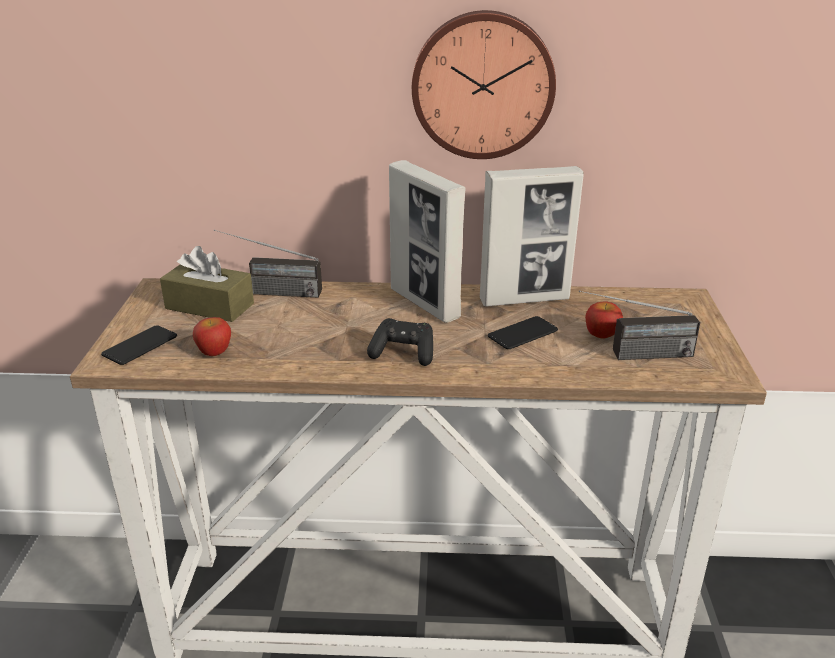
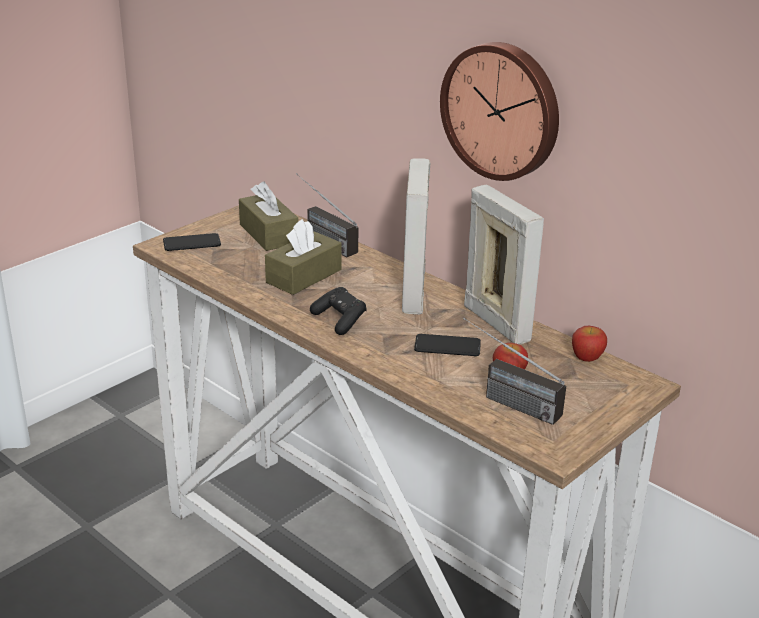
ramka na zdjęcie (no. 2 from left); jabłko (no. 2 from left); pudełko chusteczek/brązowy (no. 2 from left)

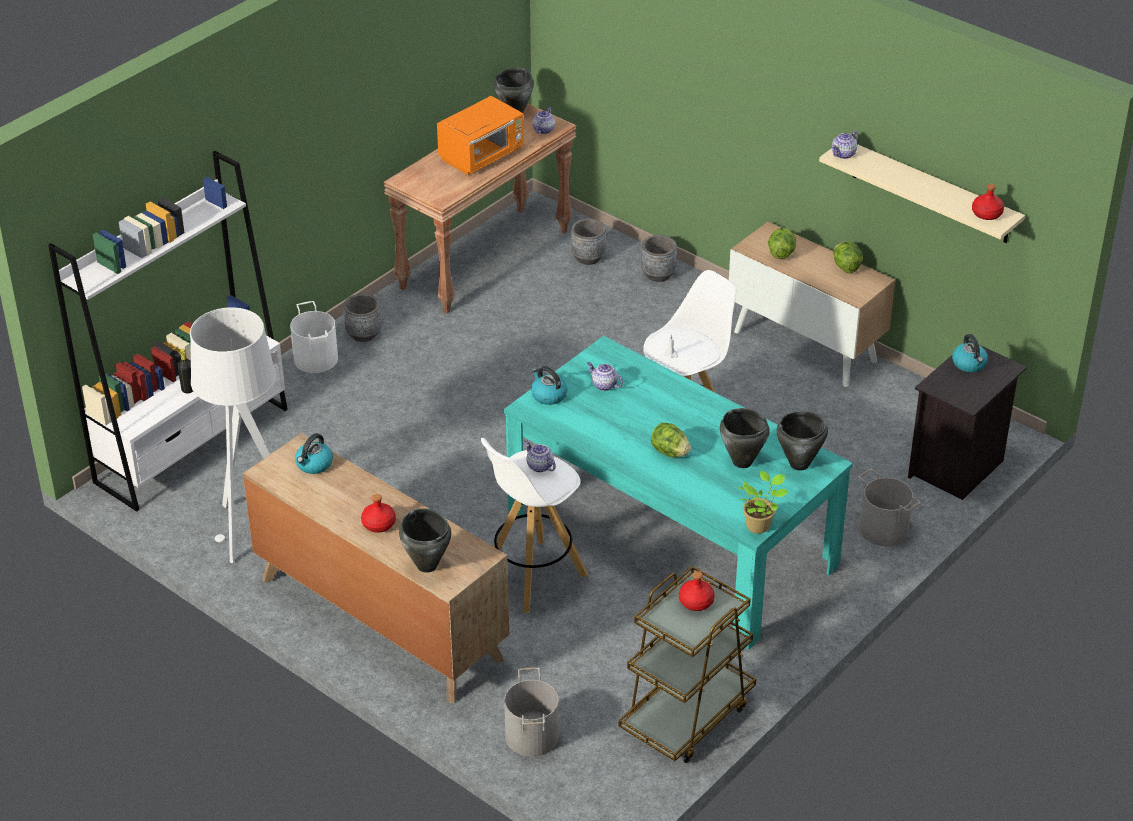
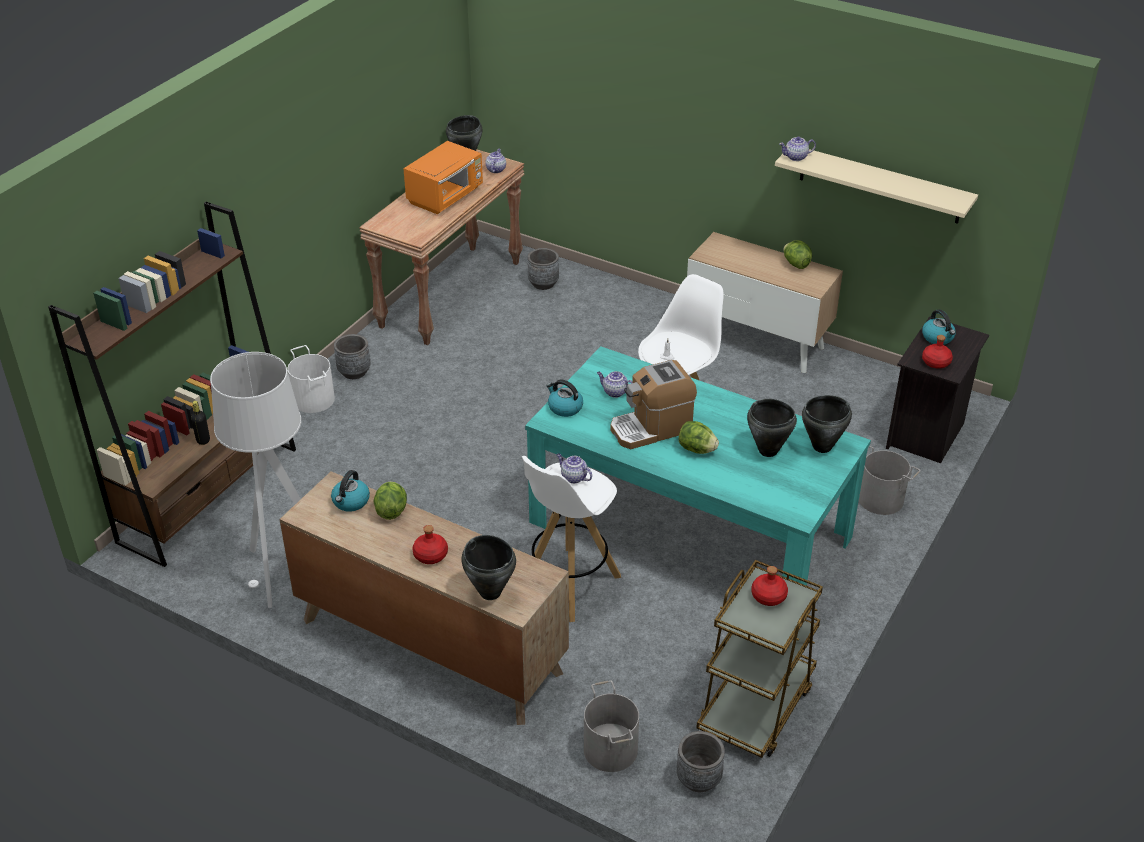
imbryk (no. 4 from left); regał/brązowy; butelka/czerwony (no. 3 from left); sałata (no. 1 from left); donica/szary (no. 3 from left); roślina doniczkowa; ekspres do kawy

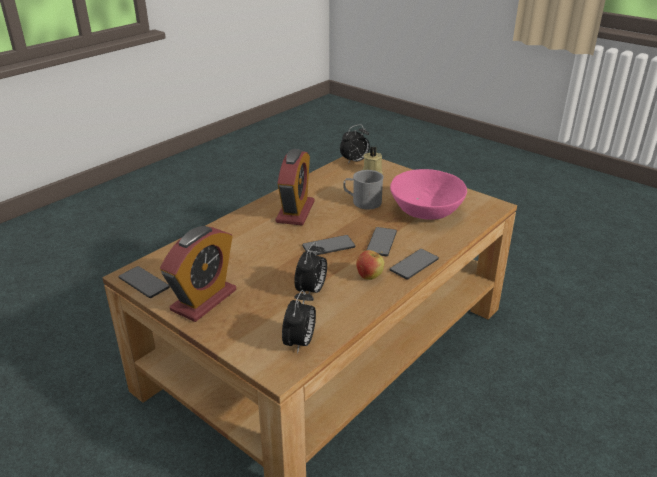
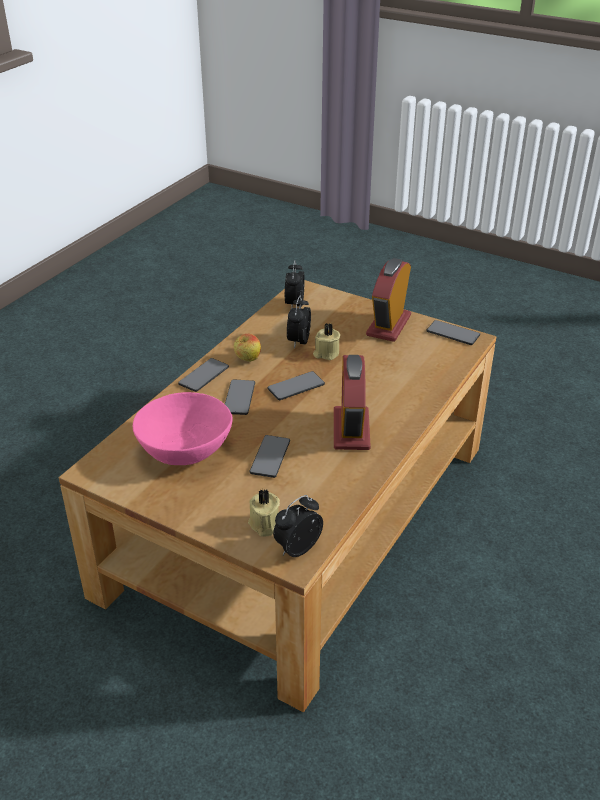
telefon (no. 3 from left); świeca/beżowy (no. 2 from left)

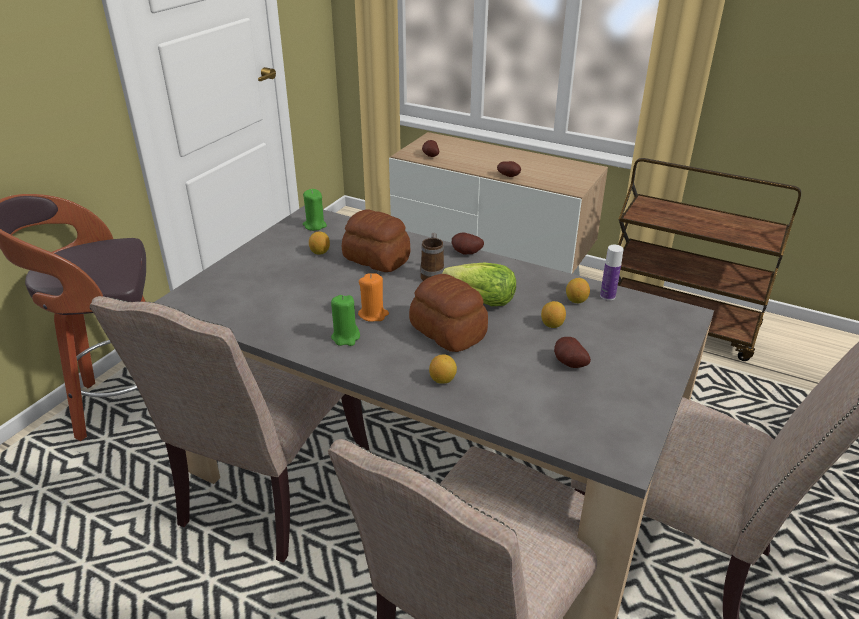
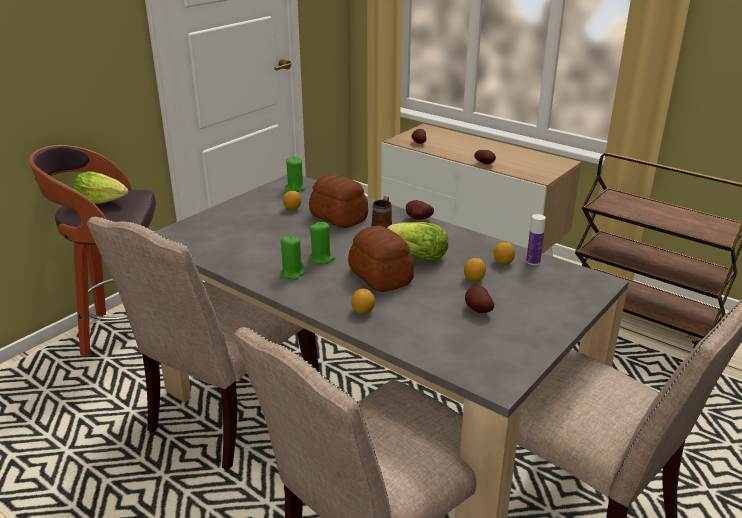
świeca/zielony (no. 3 from left); sałata (no. 1 from left)

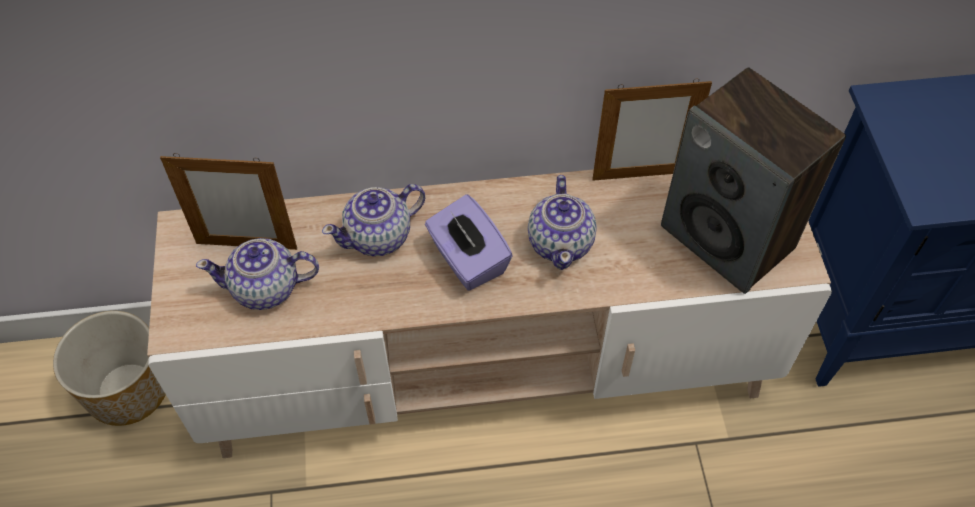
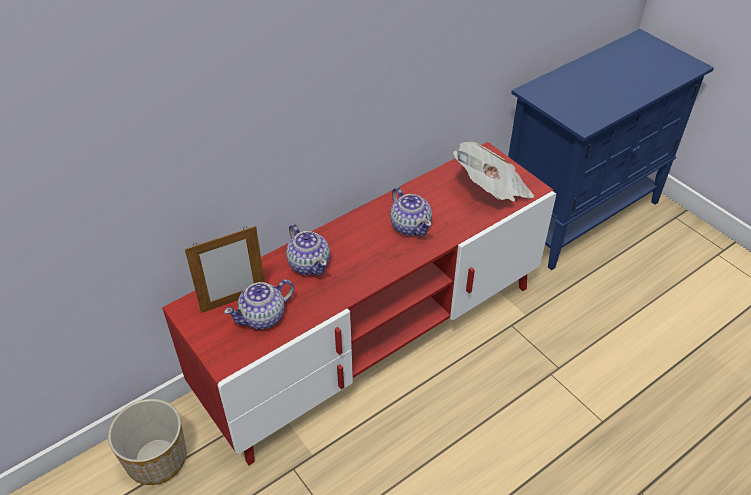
gazeta; ramka na zdjęcie (no. 2 from left in the first image); szafka pod telewizor/czerwony; imbryk (no. 2 from left); pudełko chusteczek/fioletowy

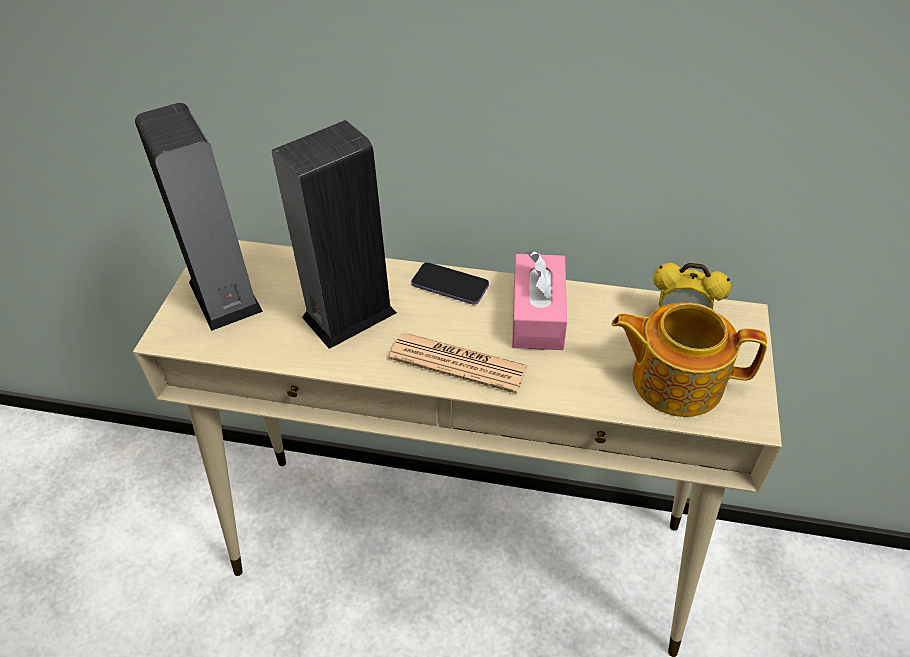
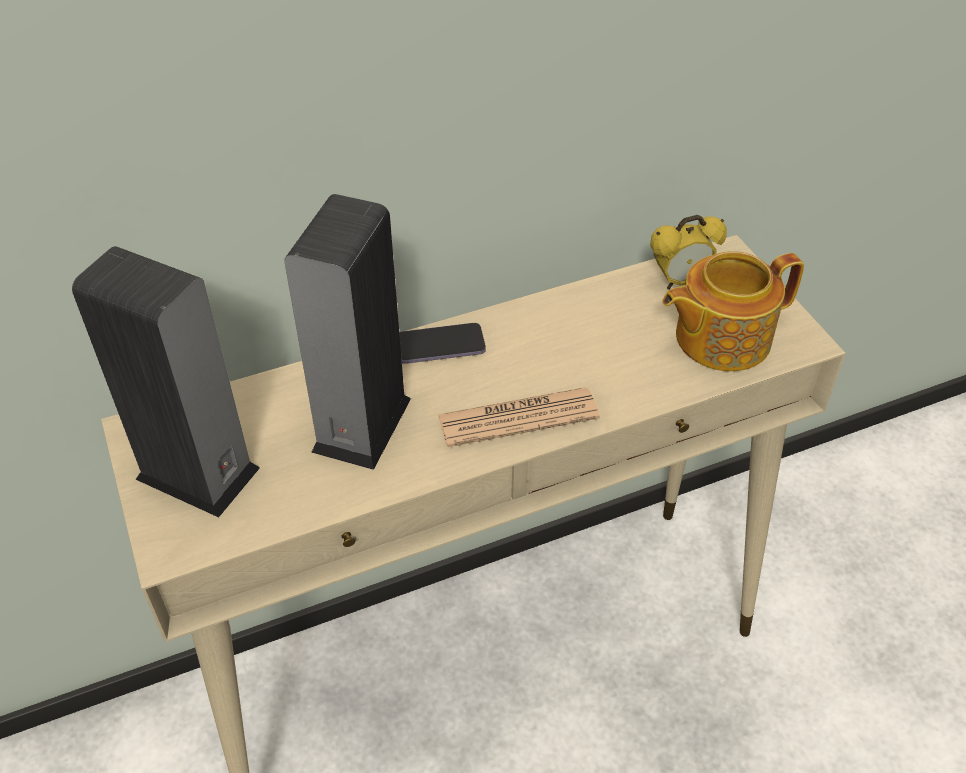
pudełko chusteczek/różowy

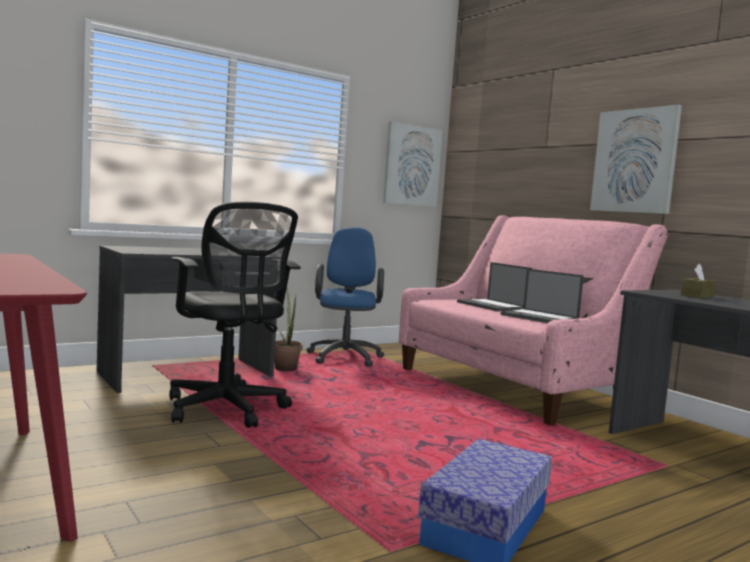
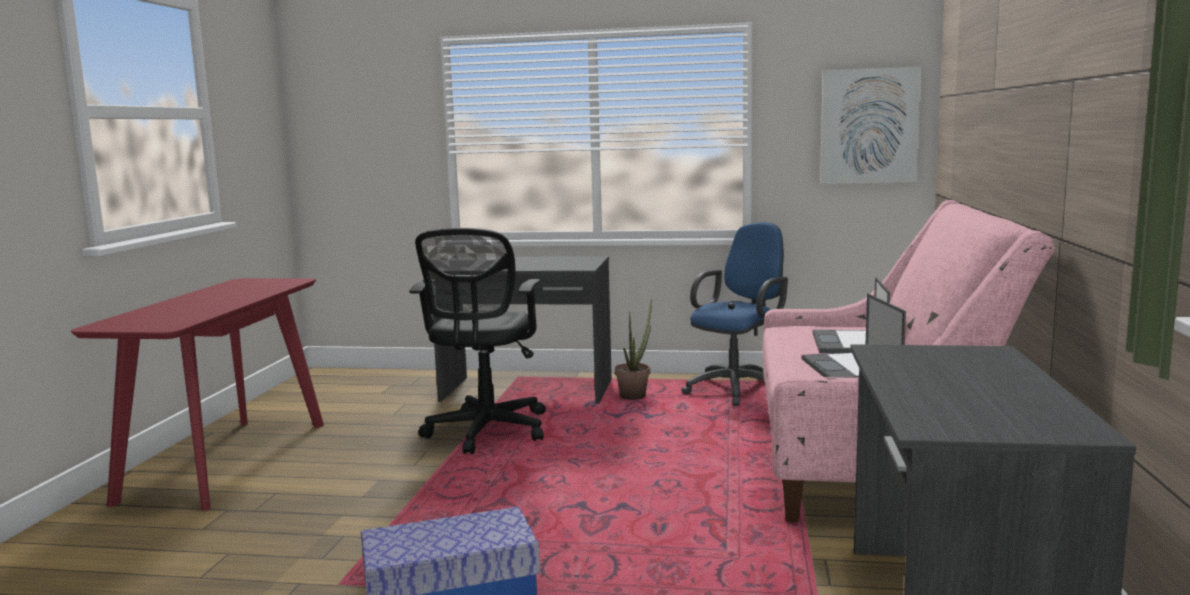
obraz (no. 2 from left in the first image); pudełko chusteczek/brązowy

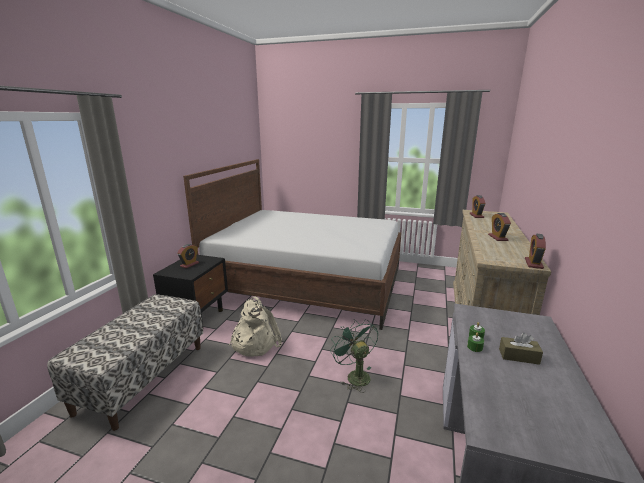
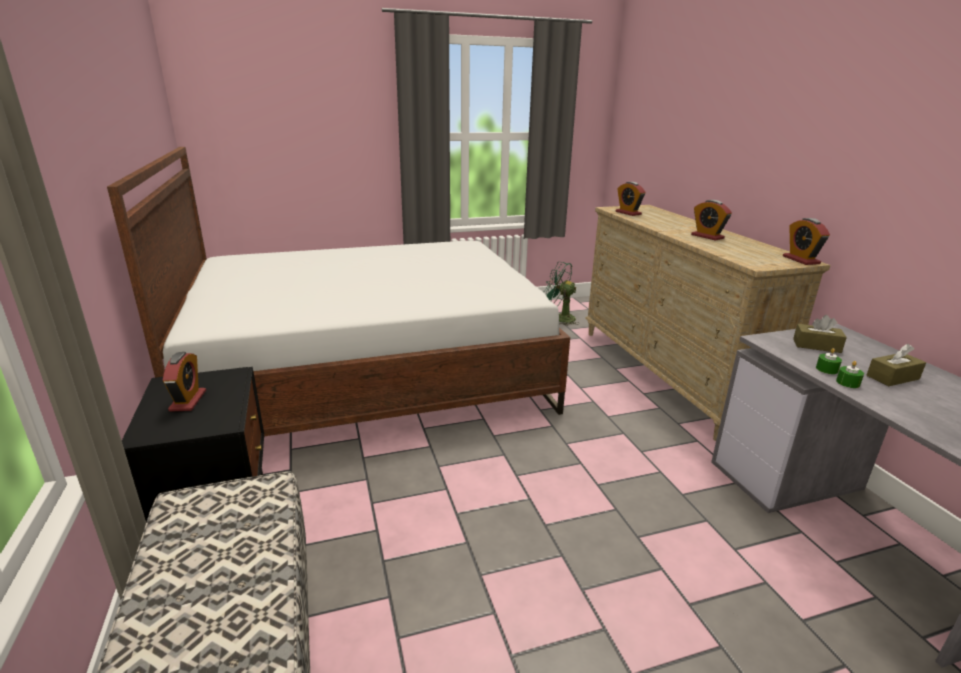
plecak/beżowy; wentylator/zielony; pudełko chusteczek/brązowy (no. 1 from left)

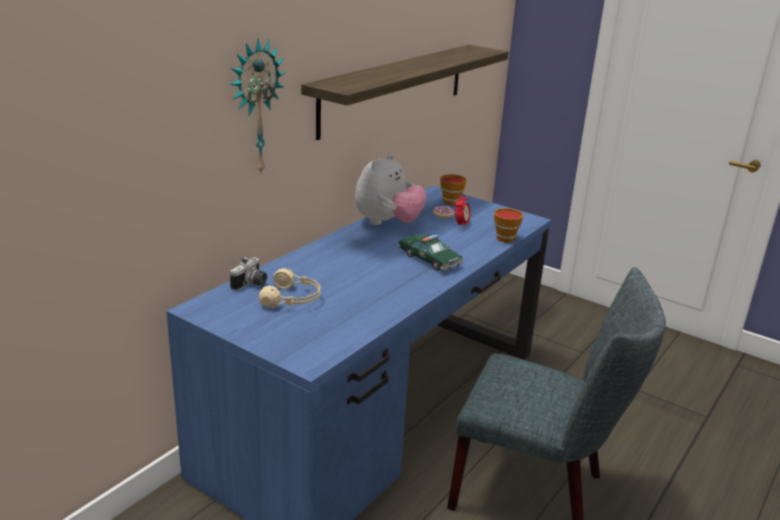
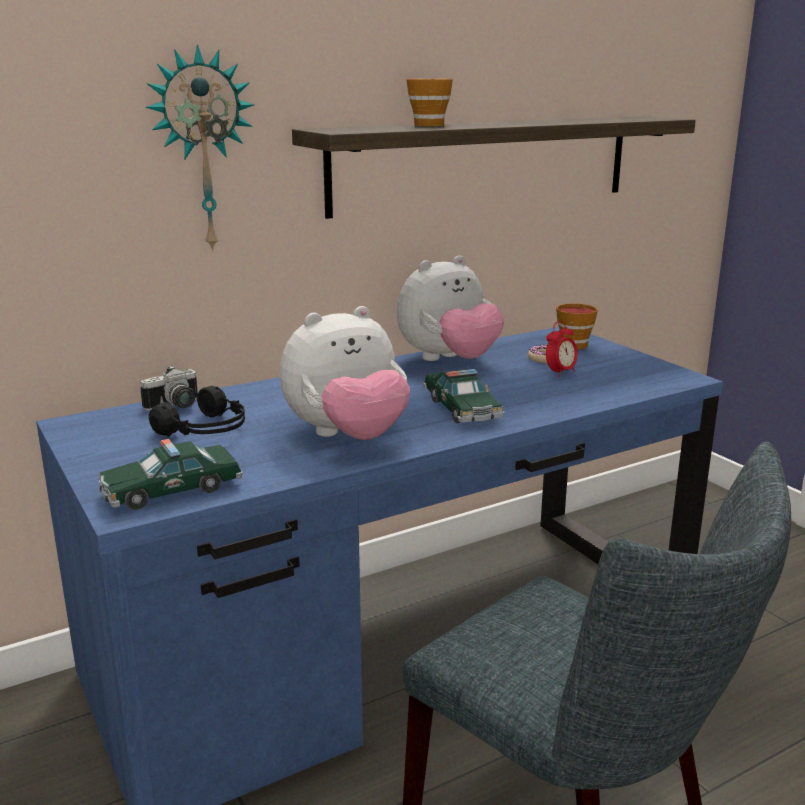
filiżanka (no. 1 from left); słuchawki/czarny; pluszak (no. 1 from left); samochodzik (no. 1 from left)

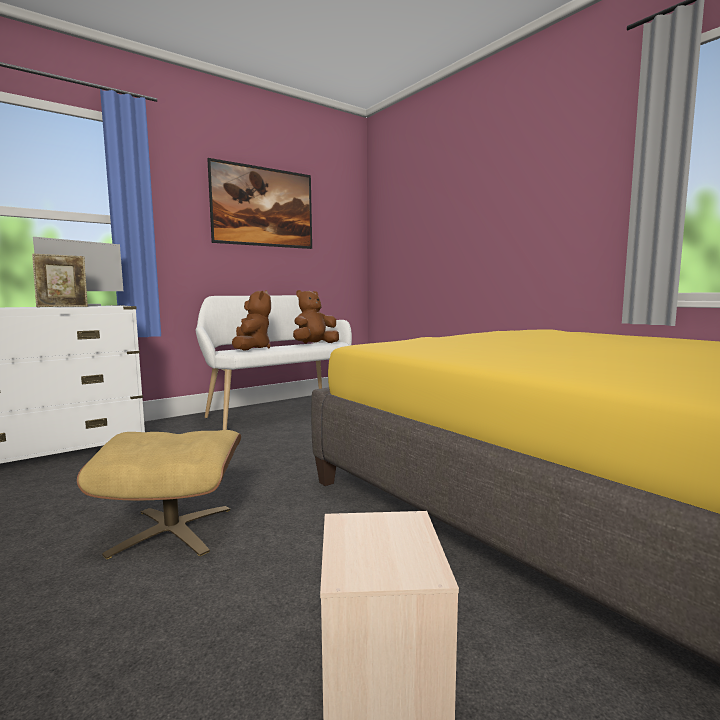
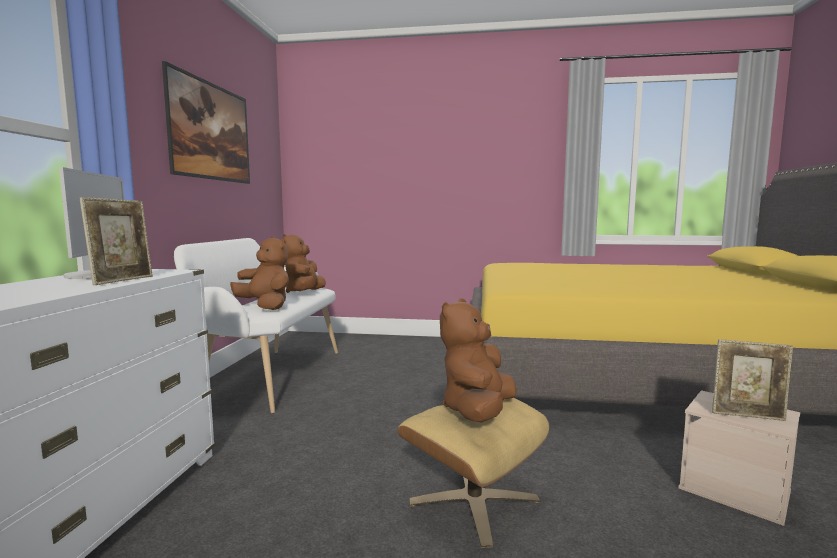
pluszak/brązowy (no. 3 from left); ramka na zdjęcie (no. 2 from left)

